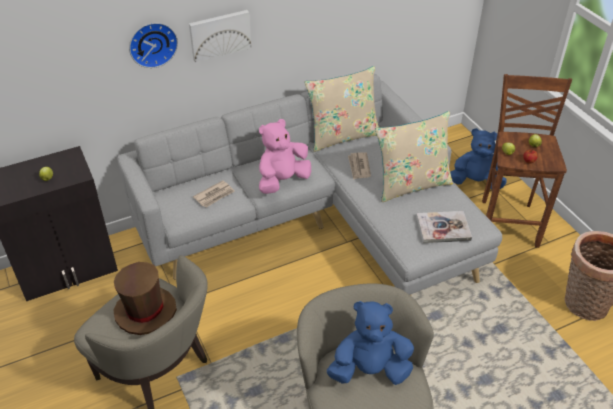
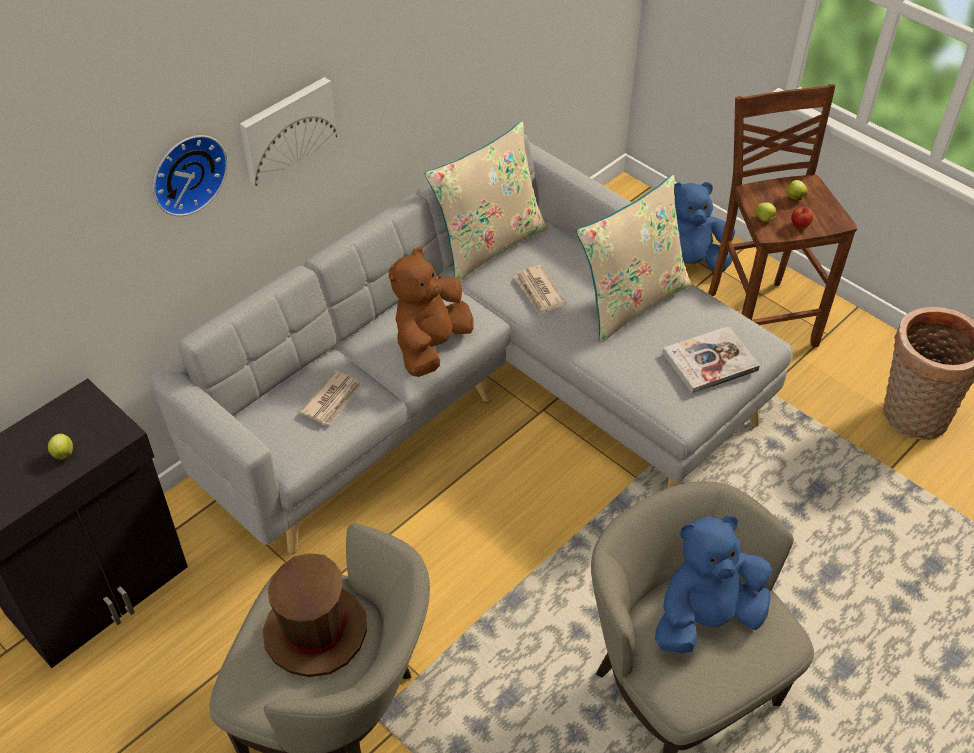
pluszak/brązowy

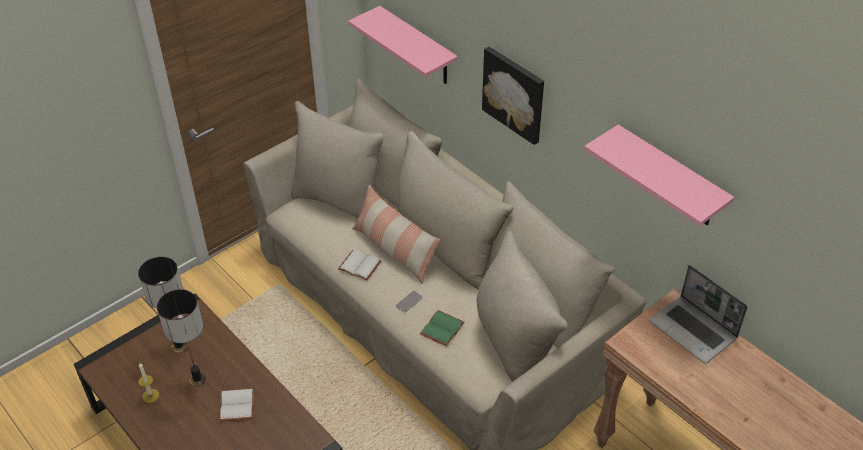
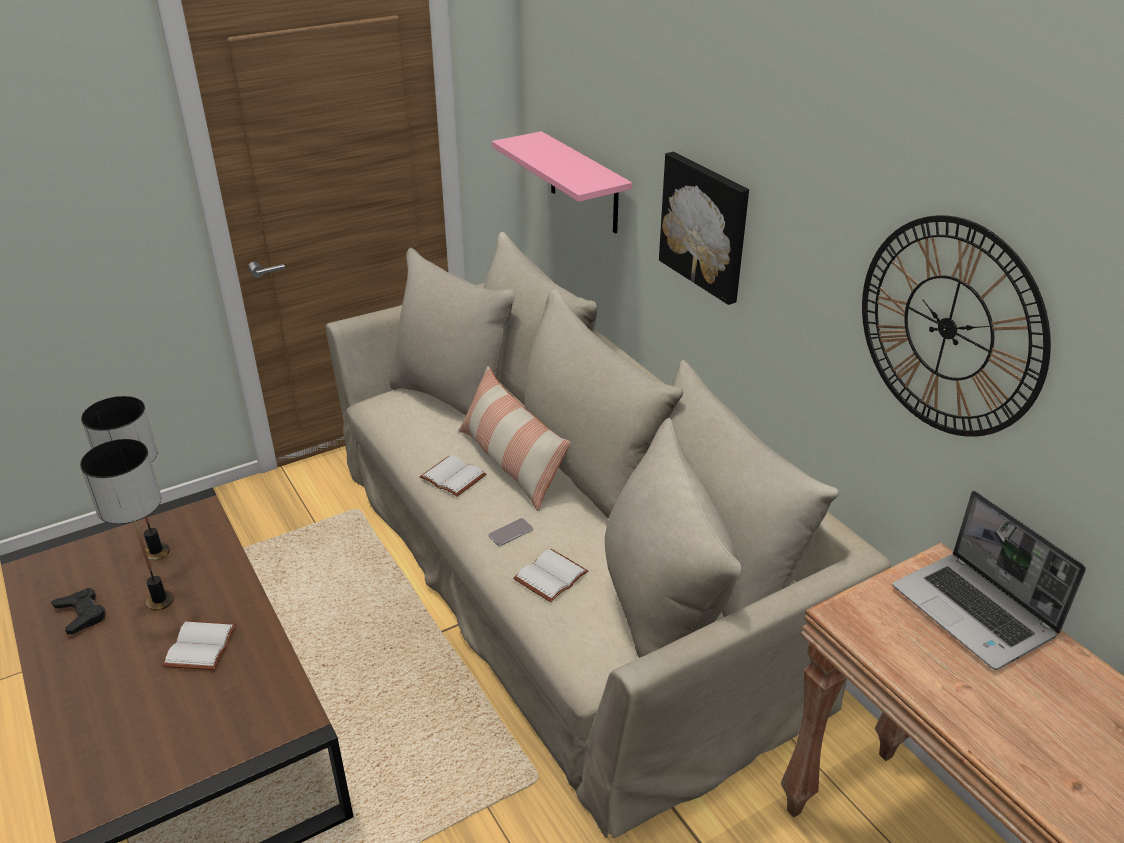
zegar ścienny; książka/biały (no. 3 from left); pad do gier/czarny

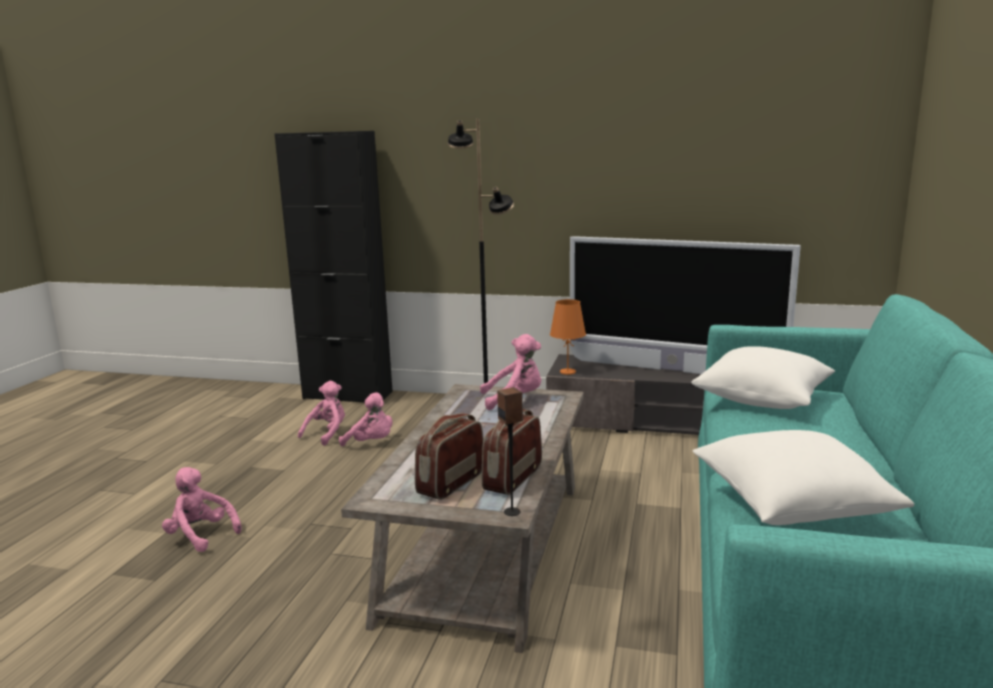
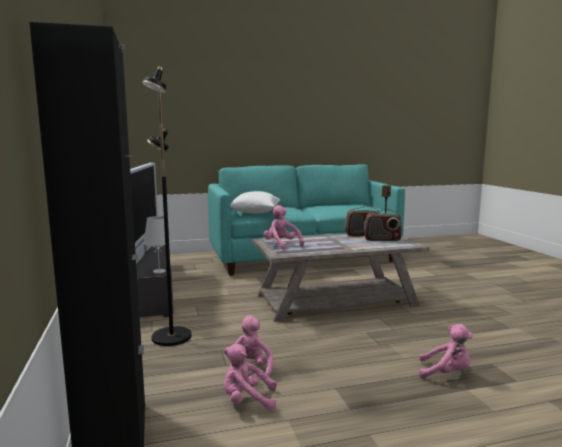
lampa stołowa/biały; poduszka/biały (no. 2 from left in the first image); pluszak/różowy (no. 4 from left)

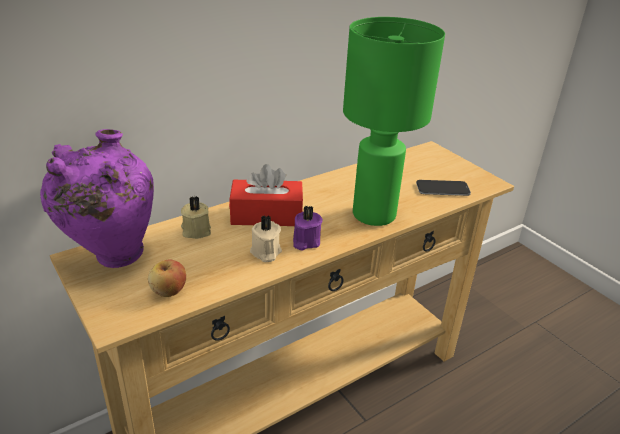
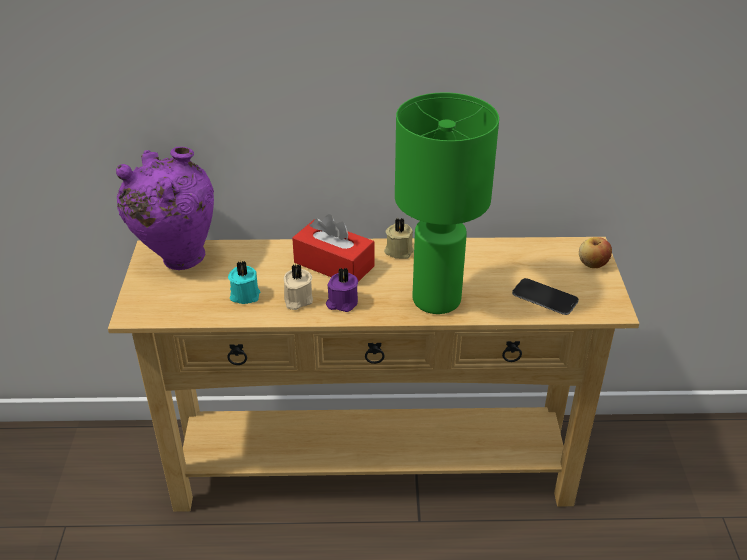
świeca/beżowy (no. 2 from left); jabłko; świeca/turkusowy

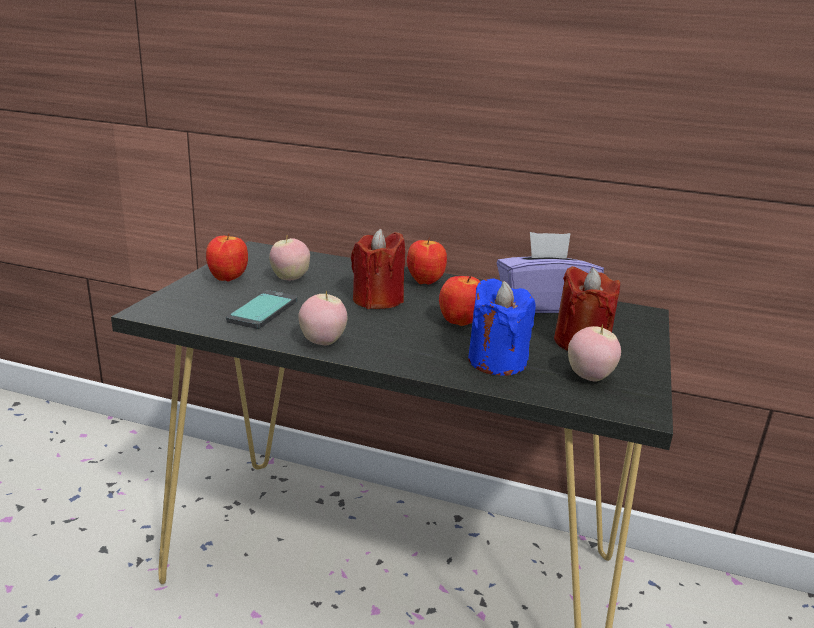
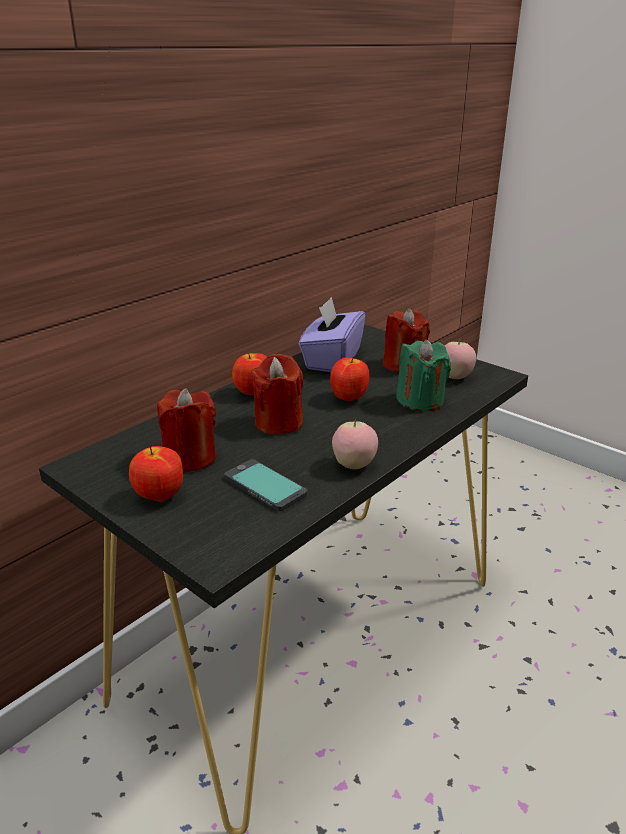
świeca/czerwony (no. 1 from left); świeca/zielony

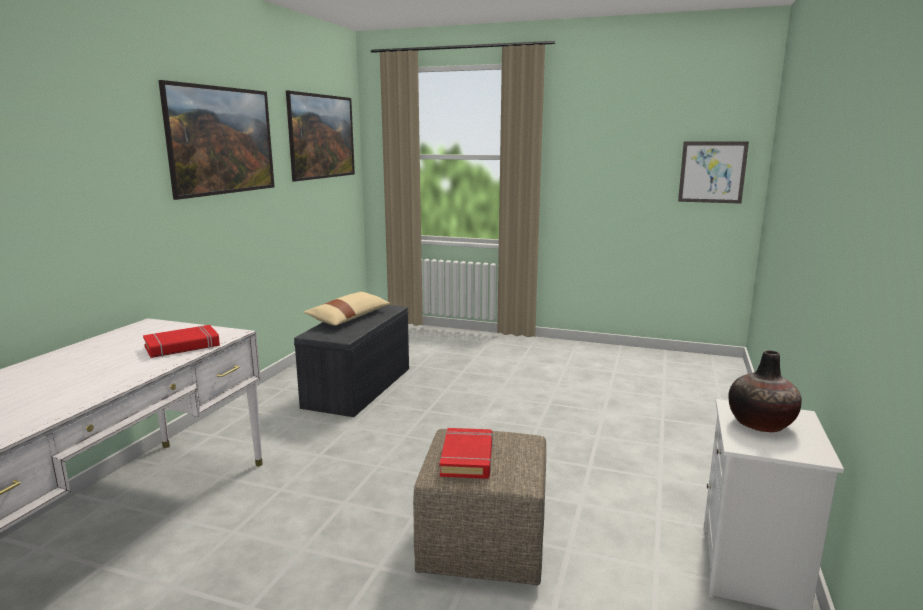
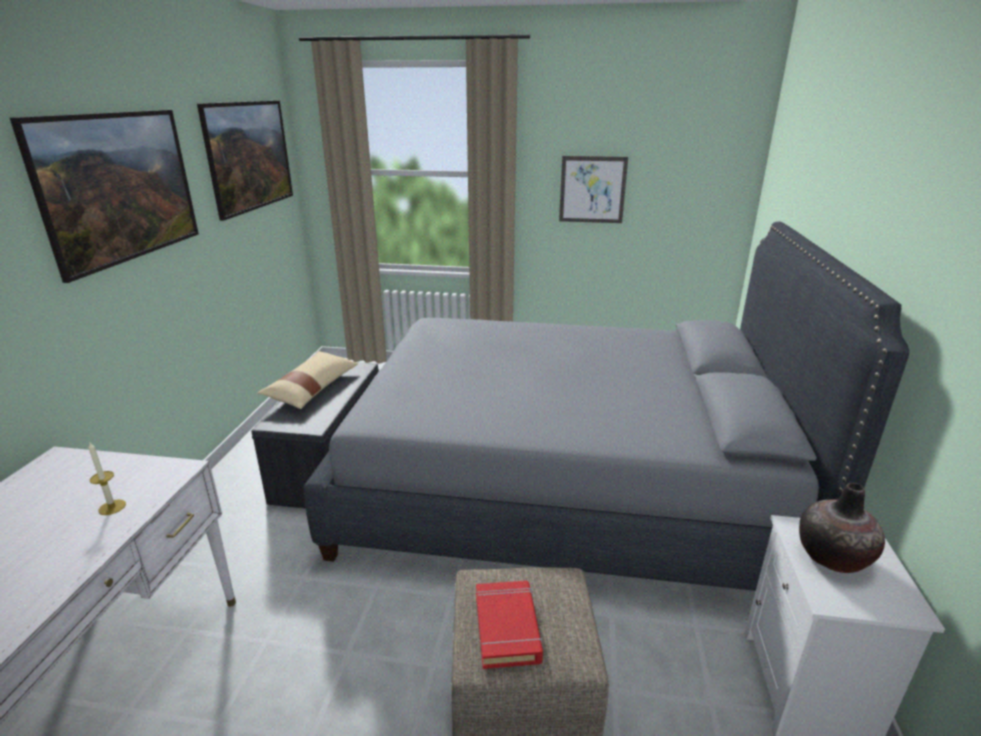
obraz (no. 3 from left); świeca; łóżko/szary

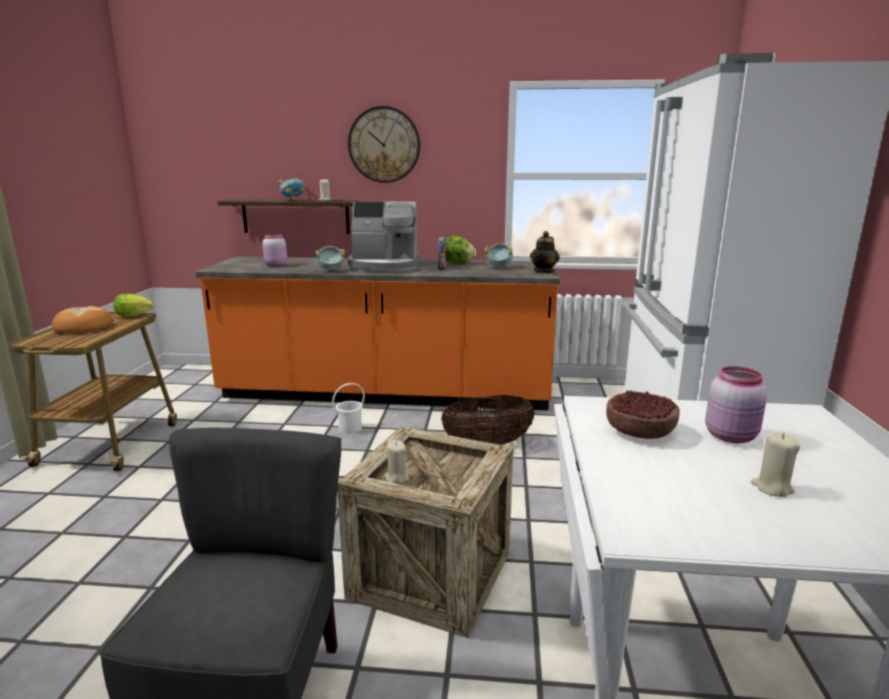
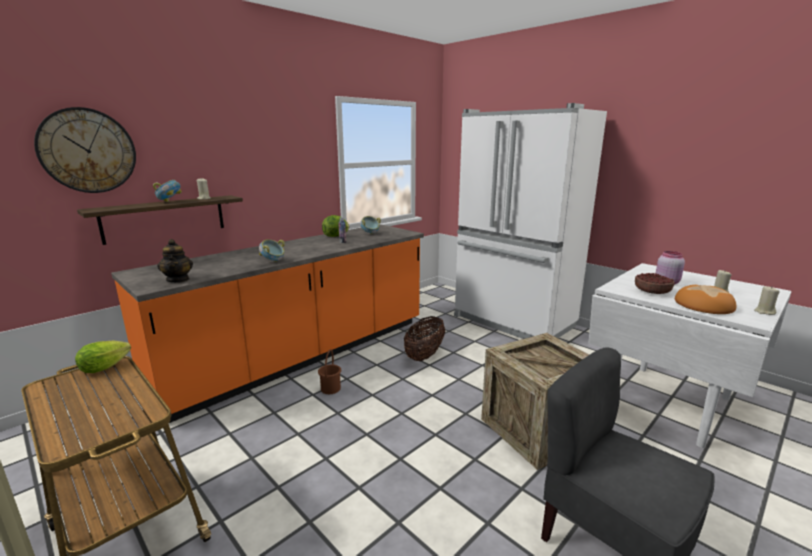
zegar ścienny; ekspres do kawy; imbryk; słoik/różowy (no. 1 from left in the first image); chleb; wiadro/brązowy; świeca/beżowy (no. 3 from left)

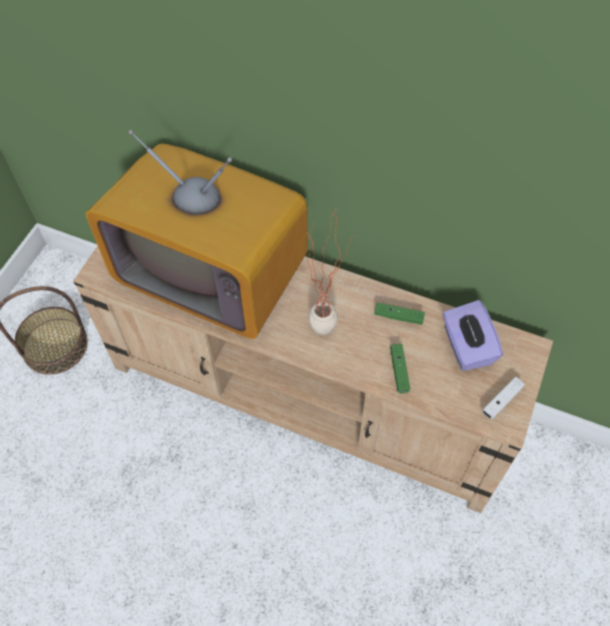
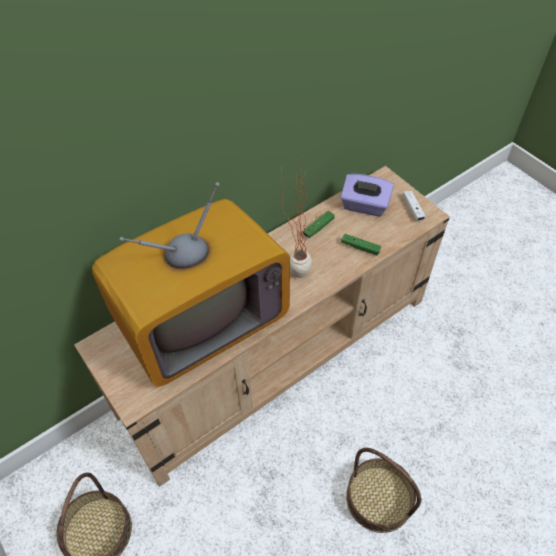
koszyk (no. 2 from left)

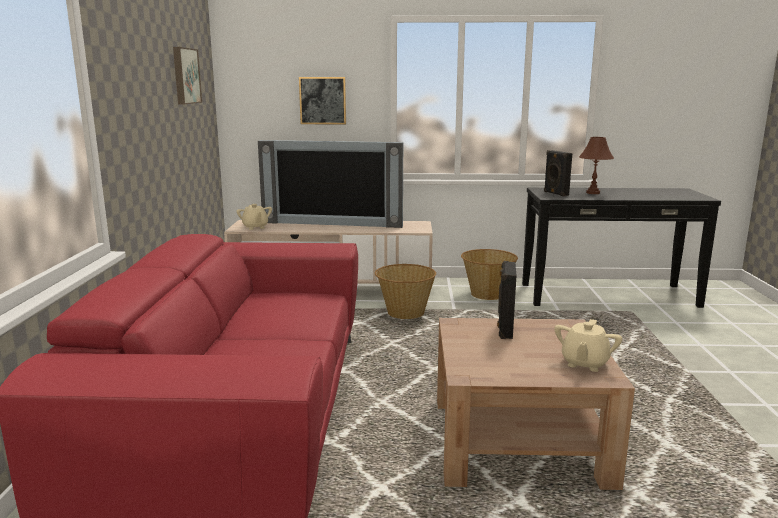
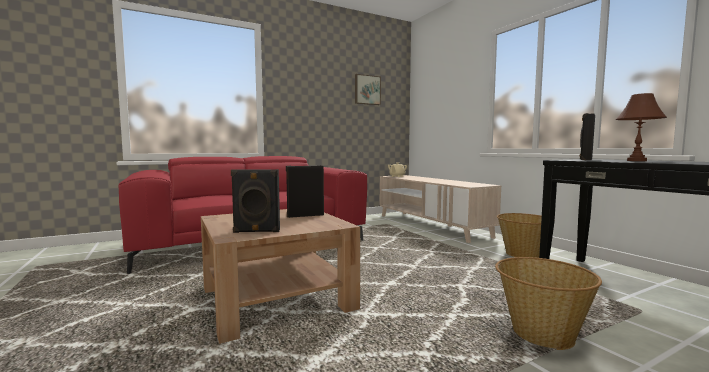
obraz (no. 2 from left in the first image); telewizor; koszyk (no. 2 from left); głośnik/czarny (no. 1 from left)

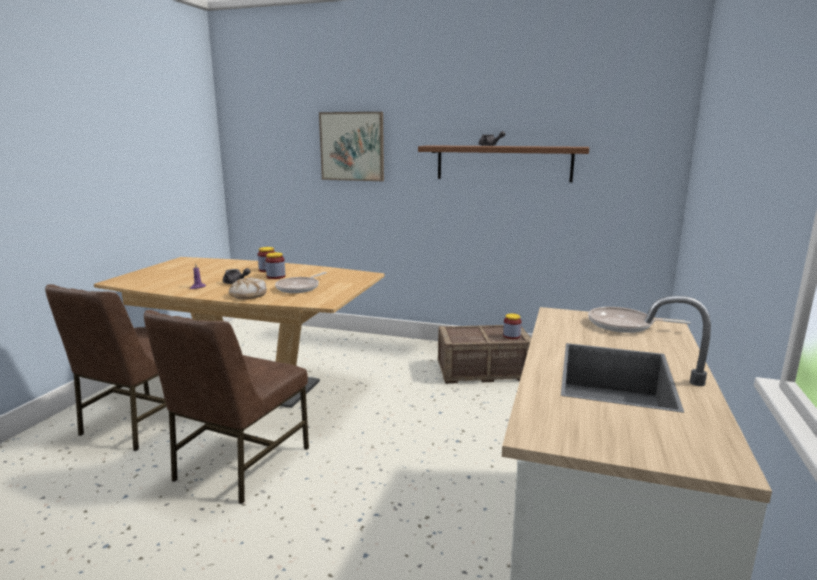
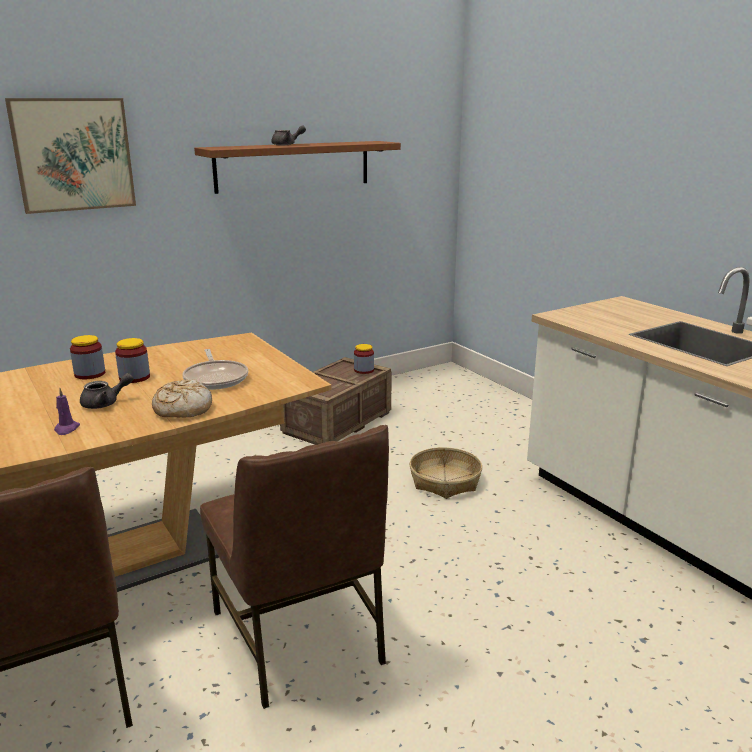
patelnia (no. 2 from left in the first image); koszyk

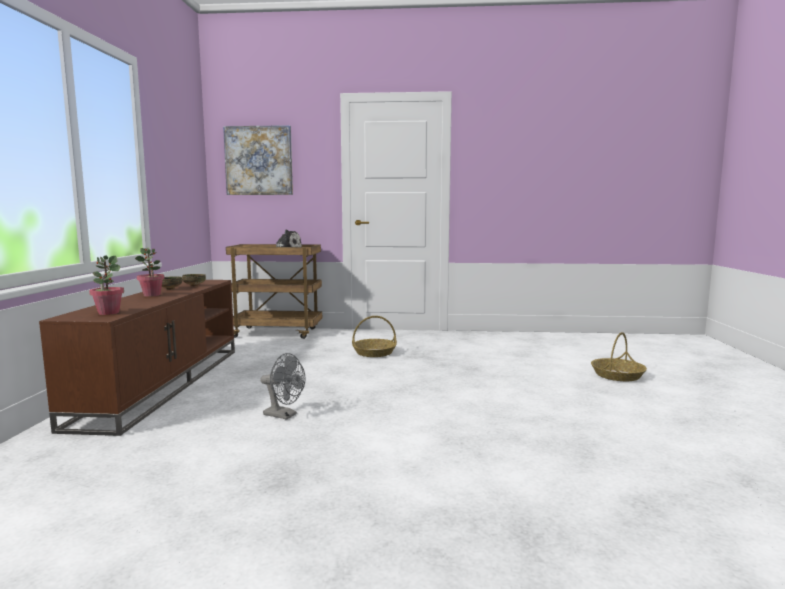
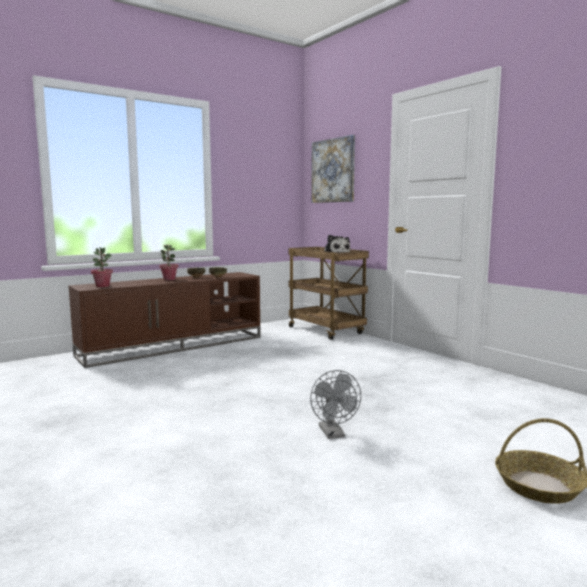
koszyk (no. 1 from left in the first image); wentylator/szary

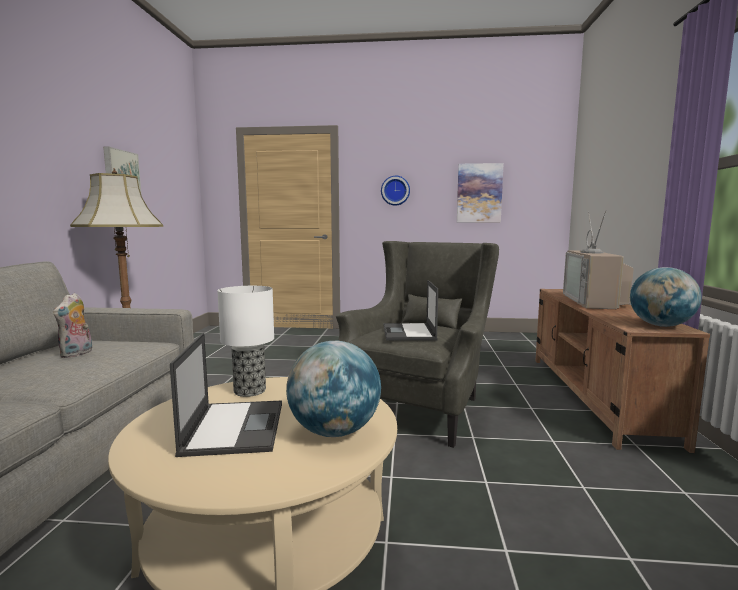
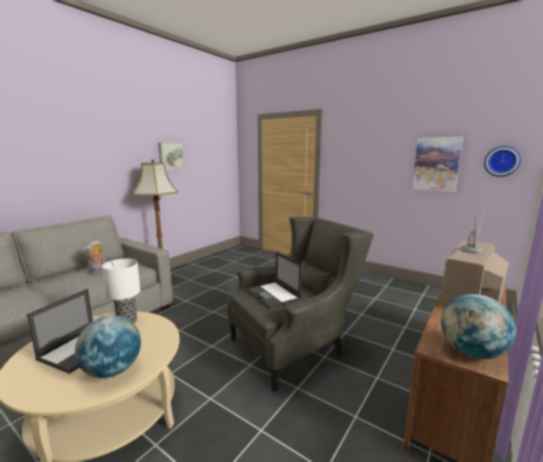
zegar ścienny; laptop (no. 2 from left)

